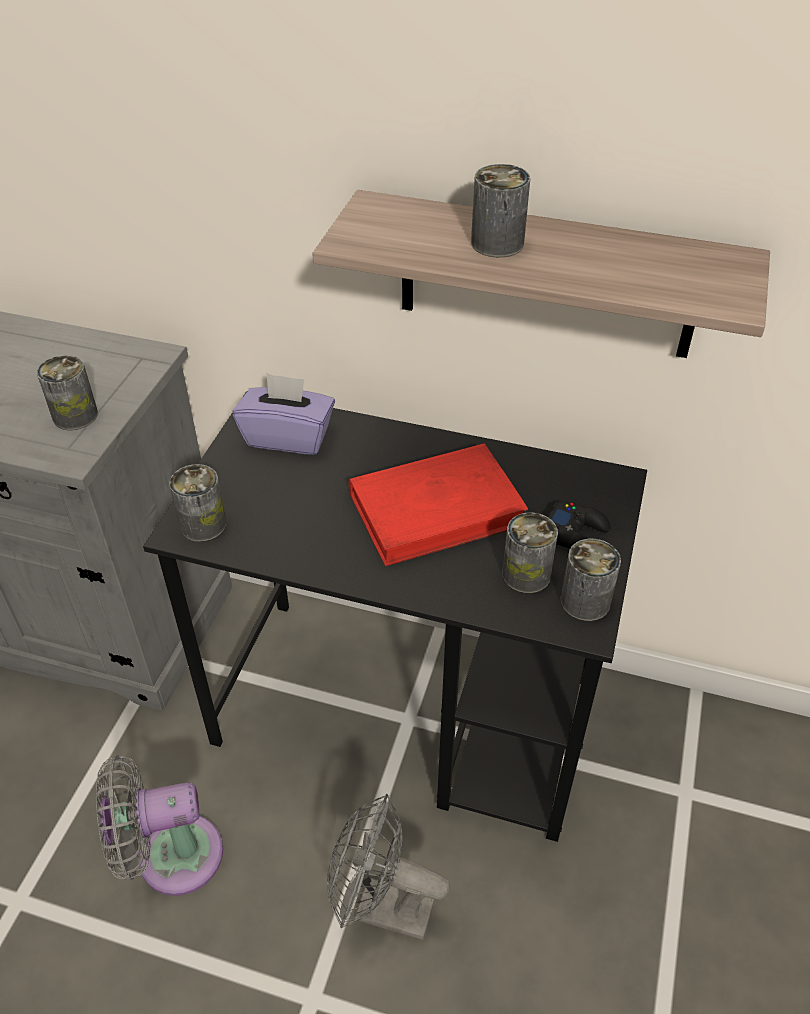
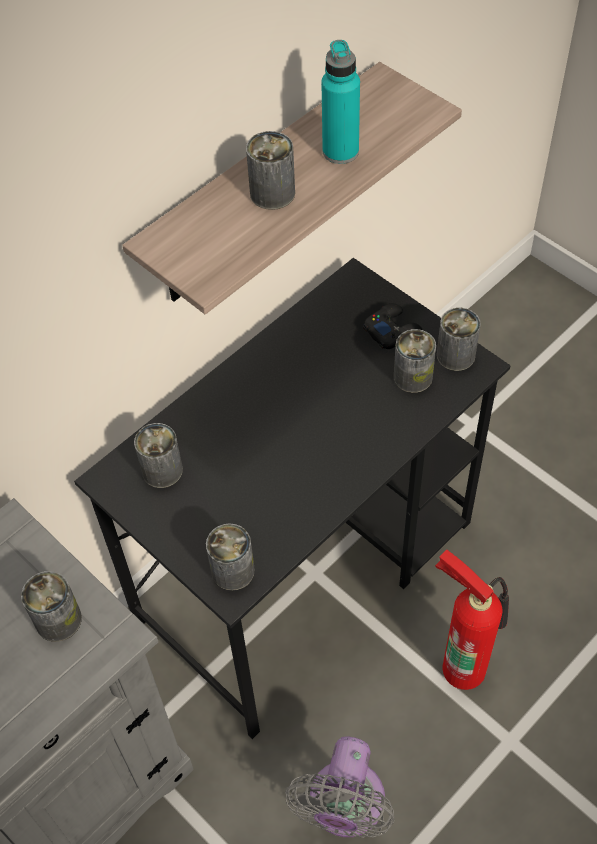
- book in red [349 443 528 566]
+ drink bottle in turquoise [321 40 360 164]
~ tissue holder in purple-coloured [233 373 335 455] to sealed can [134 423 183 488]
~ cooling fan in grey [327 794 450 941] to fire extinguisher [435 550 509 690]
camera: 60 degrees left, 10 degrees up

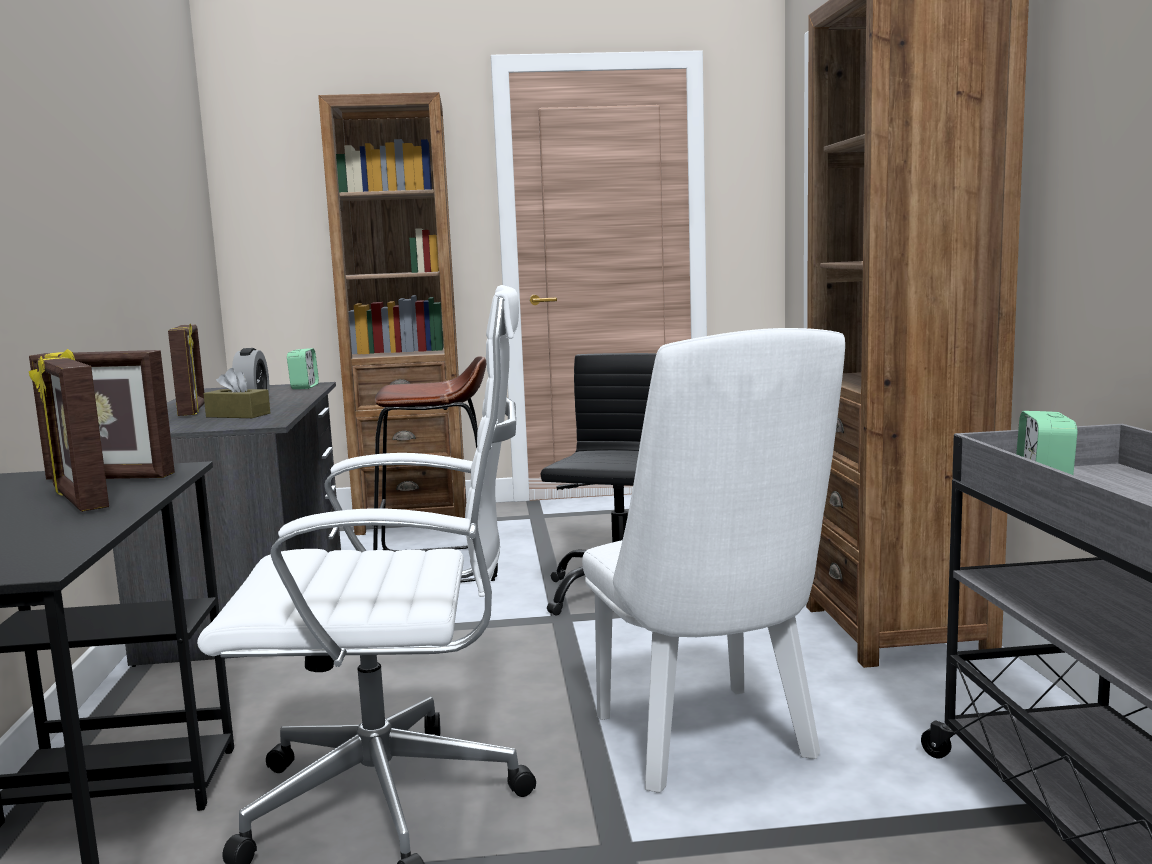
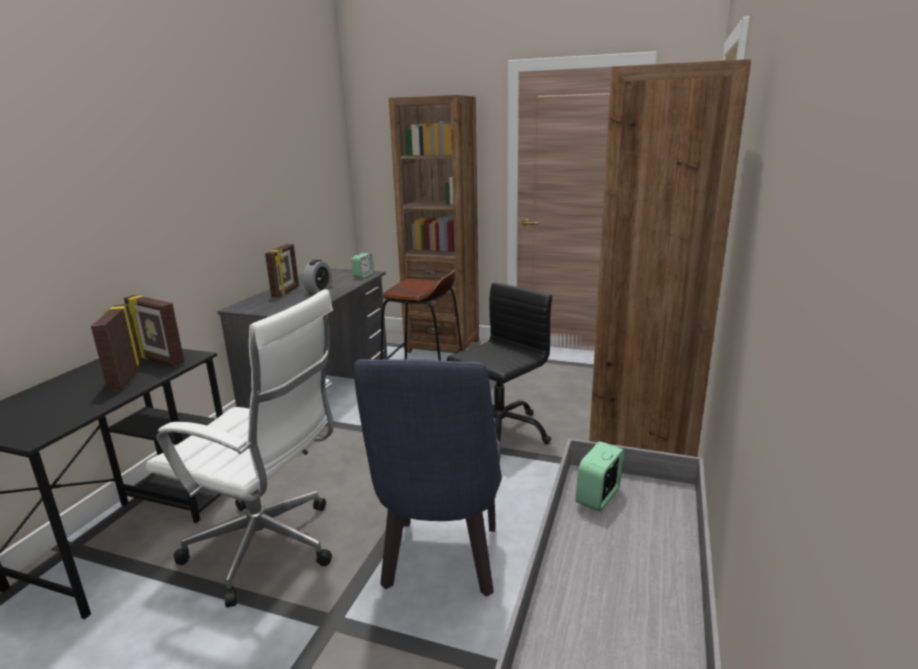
- tissue holder in brown [204 368 270 418]
~ upright chair in whitish [582 328 845 793] to upright chair in bluish [353 359 502 597]
camera: 25 degrees right, 10 degrees up

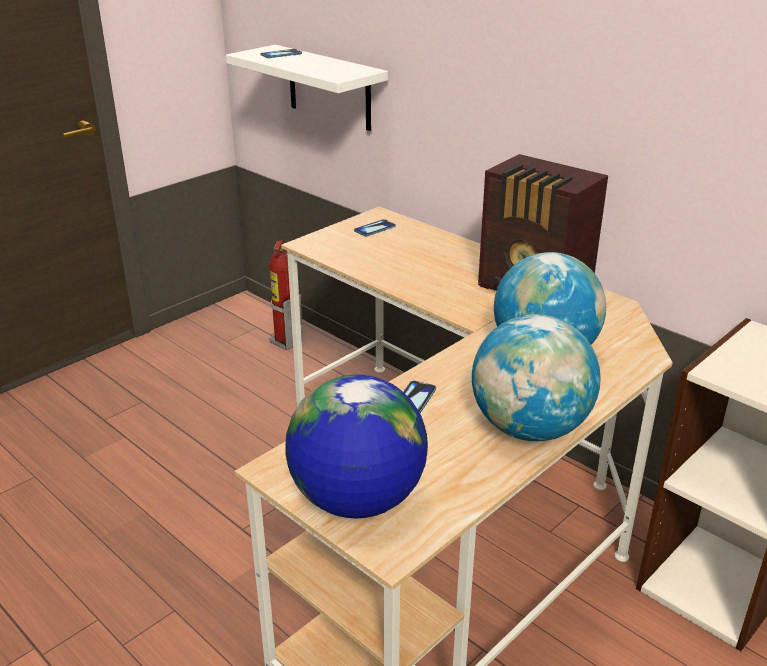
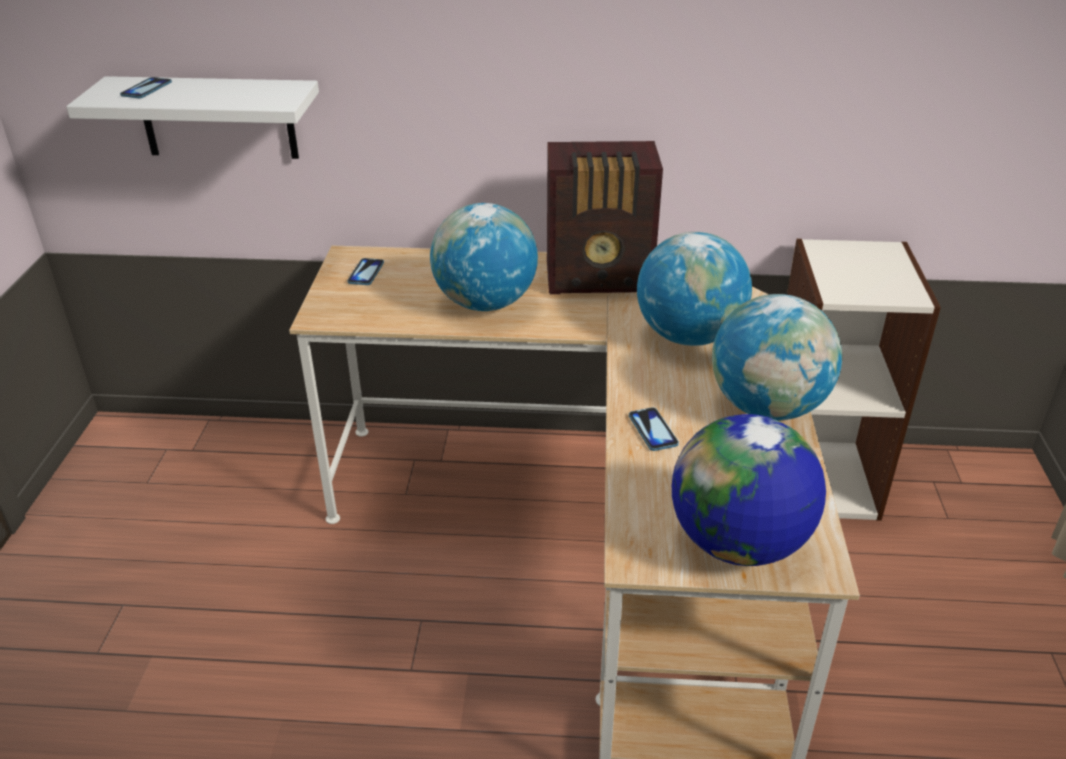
- fire extinguisher [269 240 303 350]
+ world globe [430 203 538 311]
camera: 40 degrees left, 5 degrees up

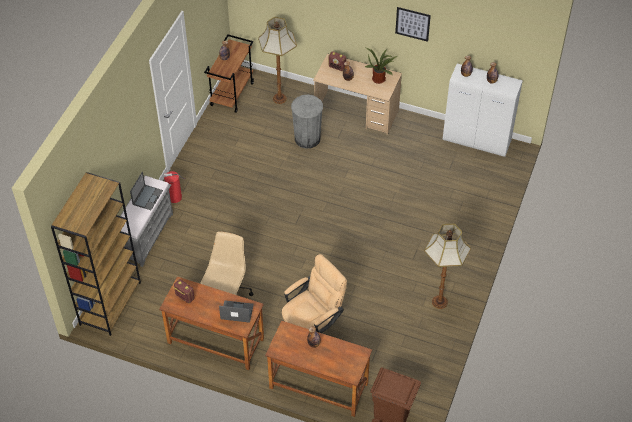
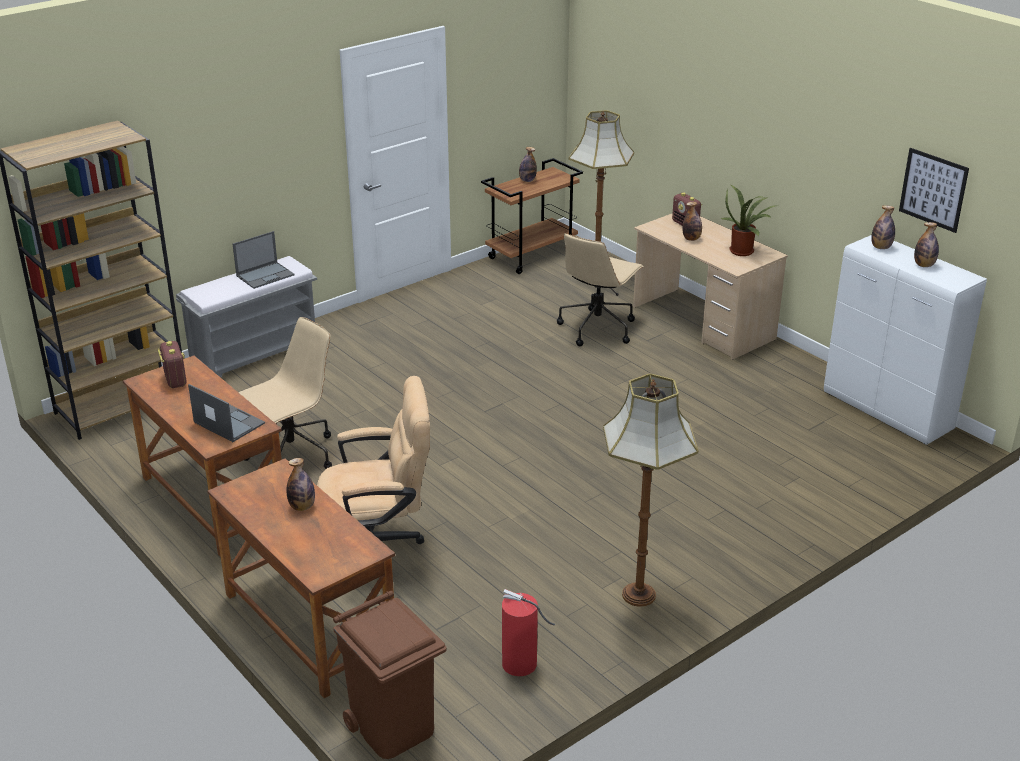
~ fire extinguisher [164 171 186 203] to [502 589 555 676]
~ picture [395 7 431 42] to [899 148 969 233]
~ trash can in grey [291 94 323 149] to computer chair in sand-coloured [557 233 644 346]
camera: 30 degrees right, 20 degrees down

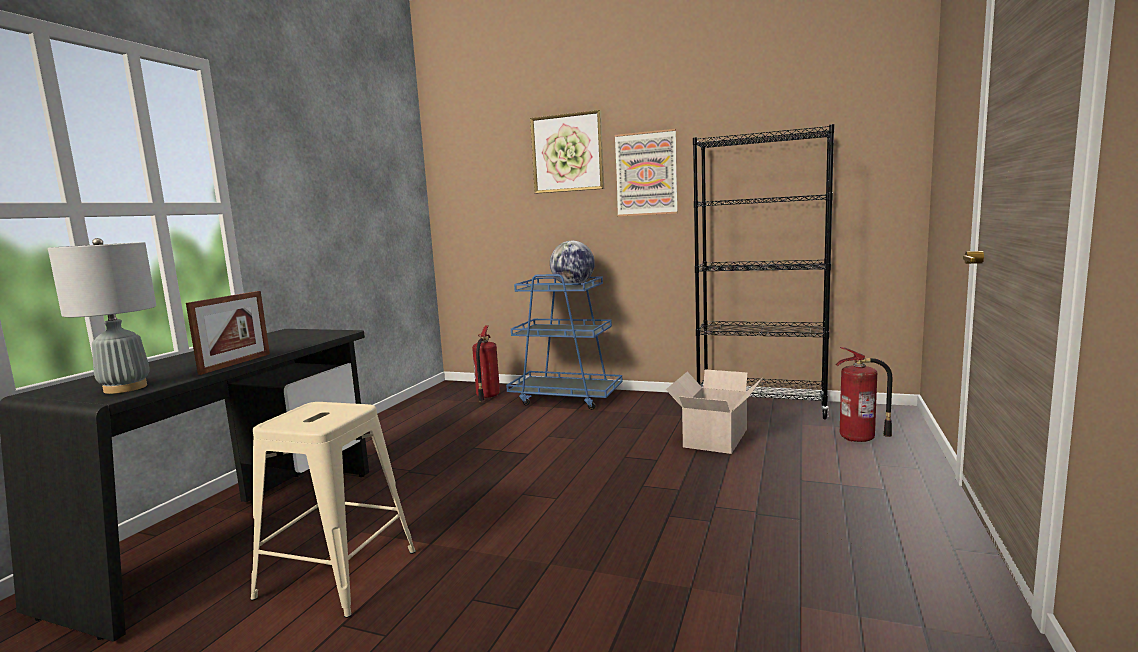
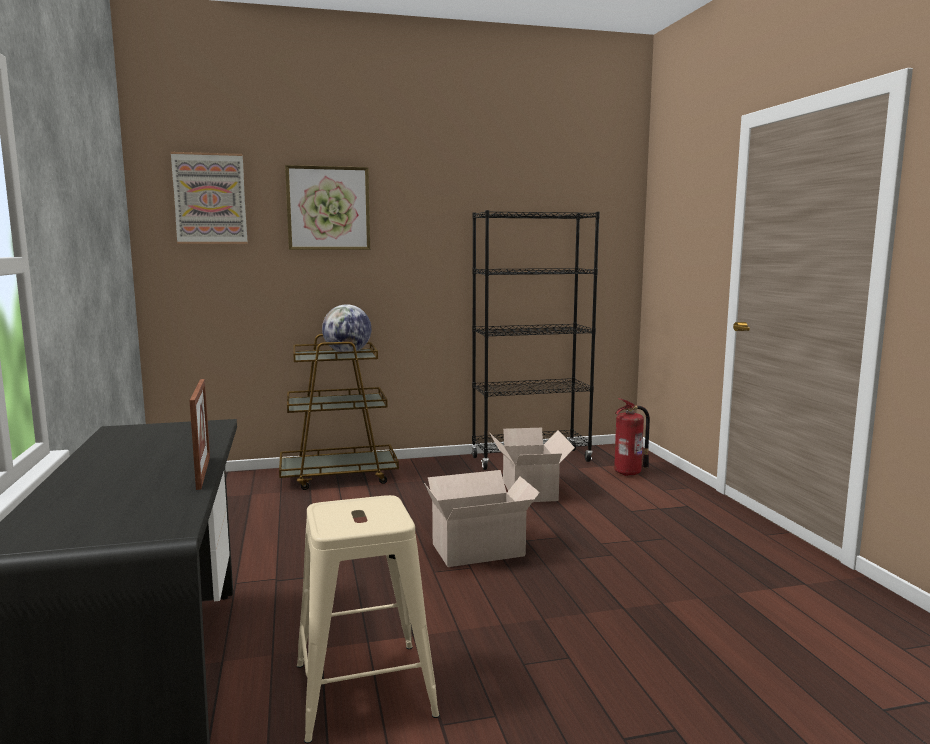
- lamp for a table in grey [48 238 157 394]
- fire extinguisher [472 325 500 402]
+ cardboard box [424 470 540 567]
~ picture [615 129 678 216] to [171 152 248 244]
~ trolley in bluish [506 274 623 410] to trolley in brown [279 334 399 490]
camera: 35 degrees left, 0 degrees up

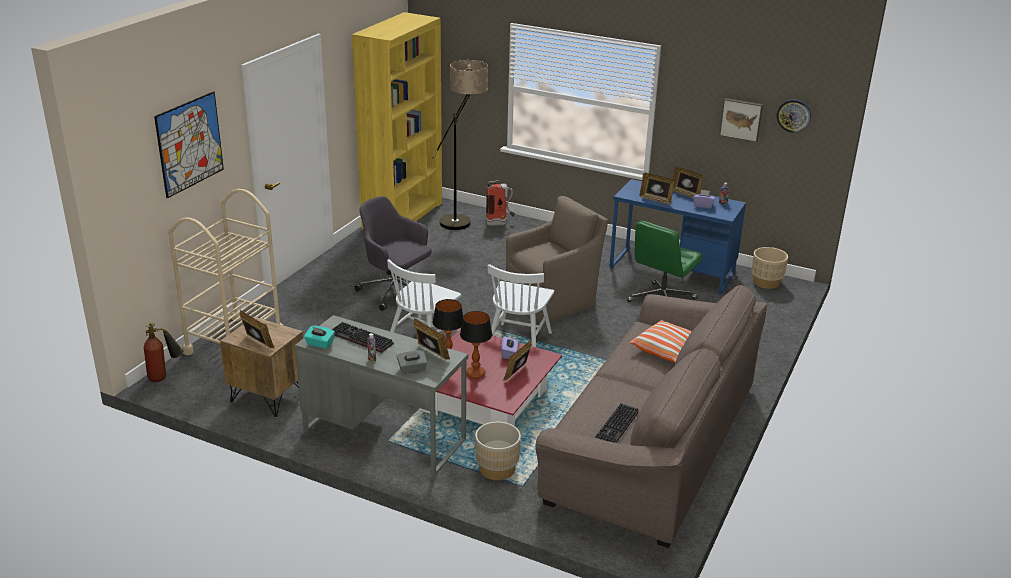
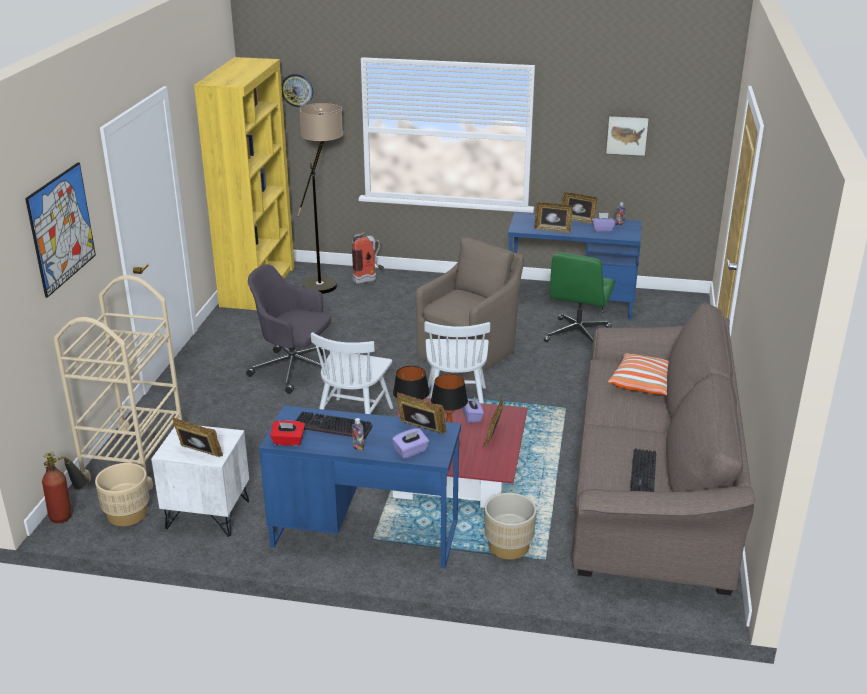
~ planter in sand-coloured [752 247 788 289] to [95 463 149 526]
~ clock on the wall [776 99 811 133] to [281 74 313 107]
~ bedside table in brown [220 317 303 417] to bedside table in whitish [151 426 249 537]
~ desk in grey [295 315 468 476] to desk in bluish [259 405 461 568]
~ tissue holder in turquoise [304 326 335 349] to tissue holder in red [270 420 305 446]
~ tissue holder in grey [397 350 427 374] to tissue holder in purple-coloured [392 428 429 459]
camera: 15 degrees left, 0 degrees up

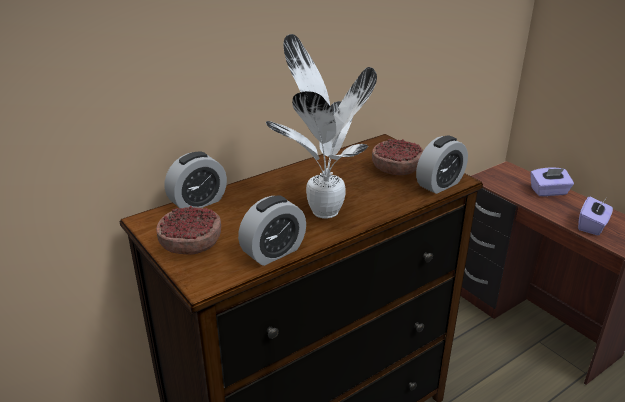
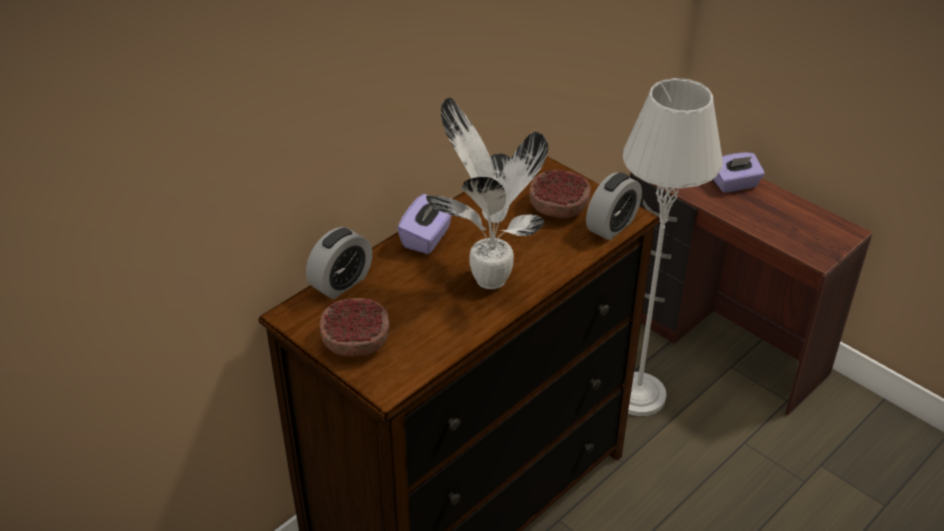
- bedside clock [238 195 306 266]
+ floor lamp in grey [622 78 723 416]
~ tissue holder in purple-coloured [578 197 613 235] to [397 194 452 254]
camera: 10 degrees left, 10 degrees up

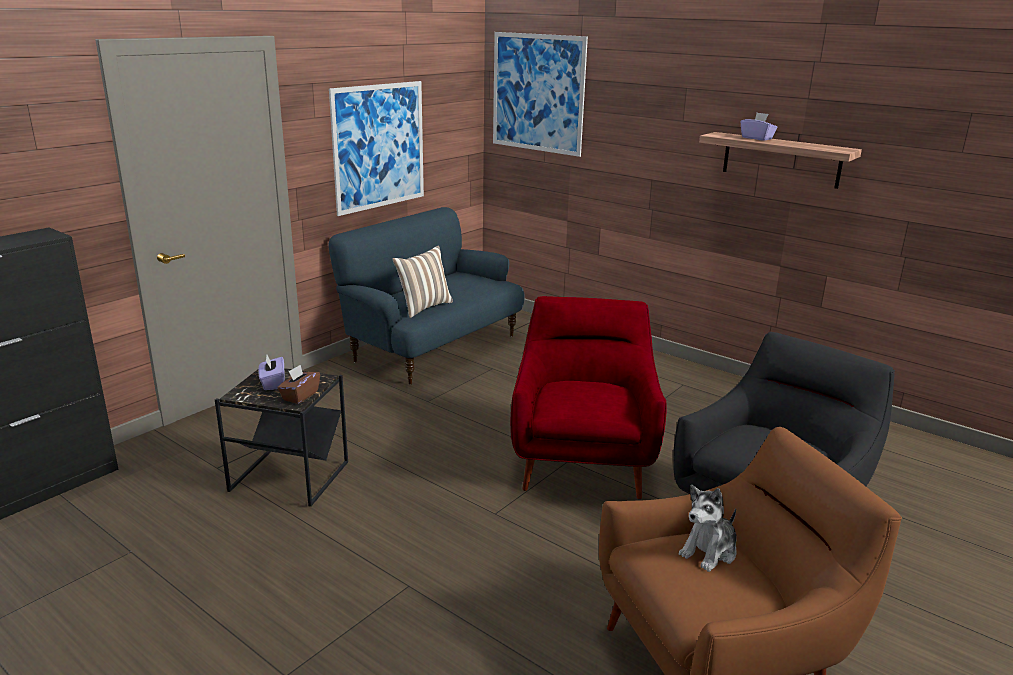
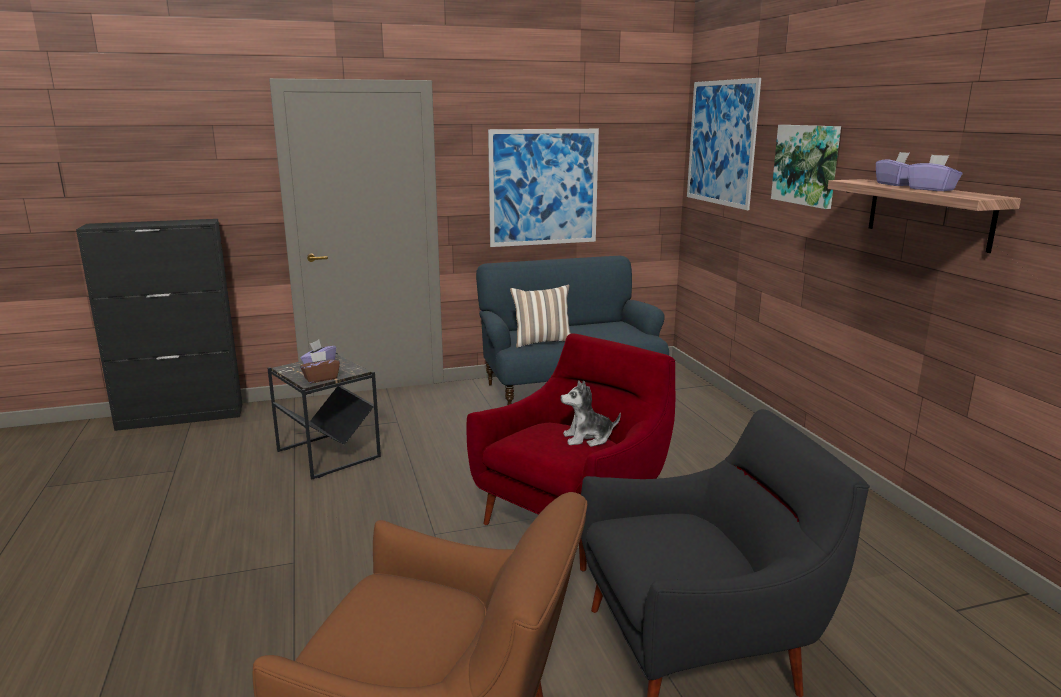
+ picture [771 125 841 209]
+ tissue holder in purple-coloured [908 155 963 191]
~ plush toy [679 485 737 572] to [560 380 621 447]
camera: 35 degrees right, 5 degrees down

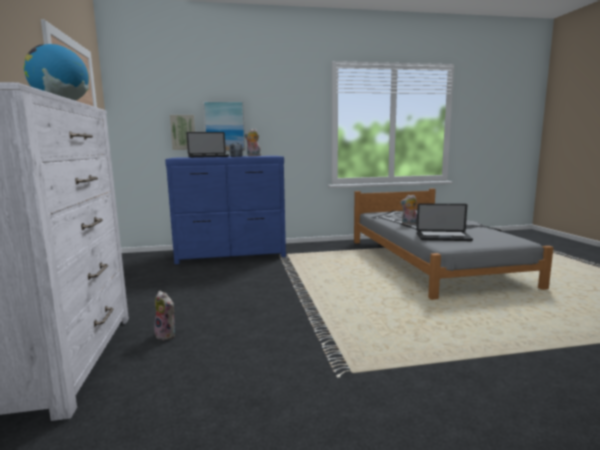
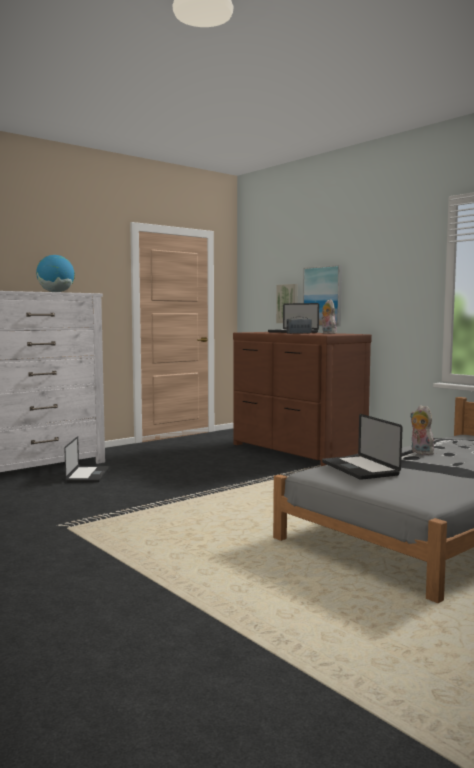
~ plush toy [154 291 175 340] to notebook computer [64 436 109 482]
~ drawer chest in bluish [165 156 286 264] to drawer chest in brown [233 332 372 466]
camera: 60 degrees right, 5 degrees down

